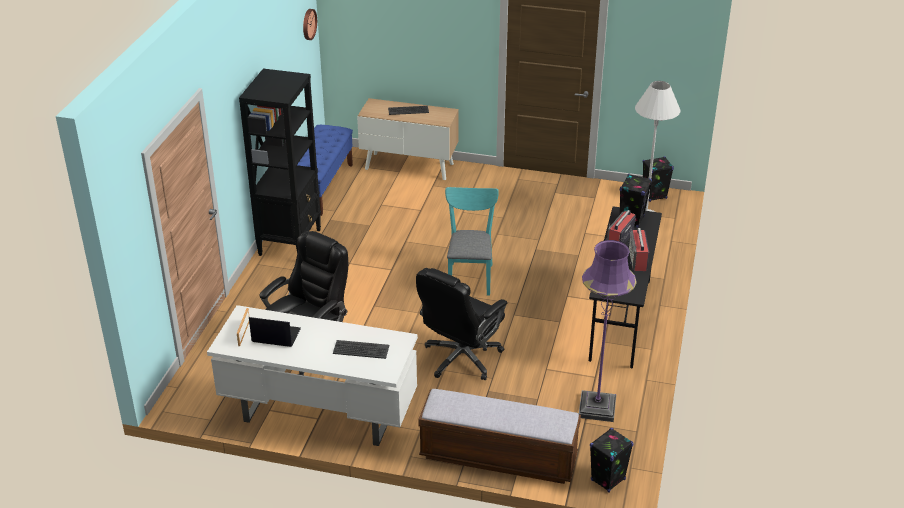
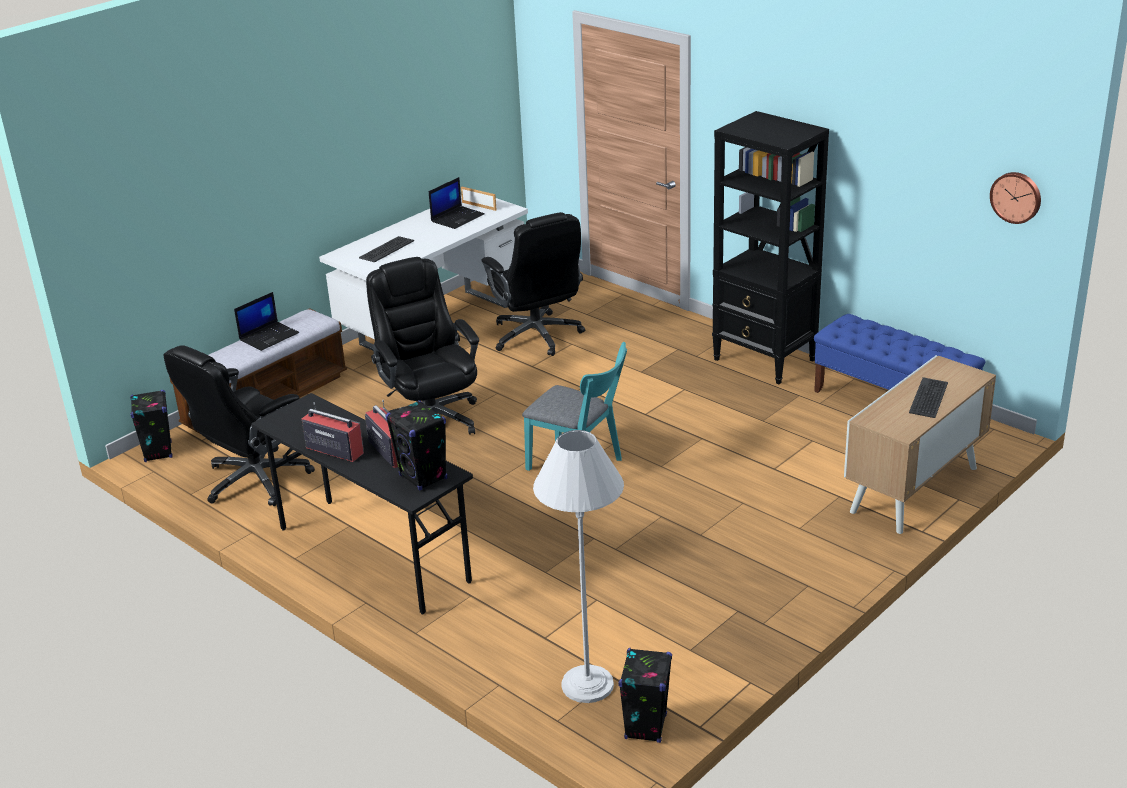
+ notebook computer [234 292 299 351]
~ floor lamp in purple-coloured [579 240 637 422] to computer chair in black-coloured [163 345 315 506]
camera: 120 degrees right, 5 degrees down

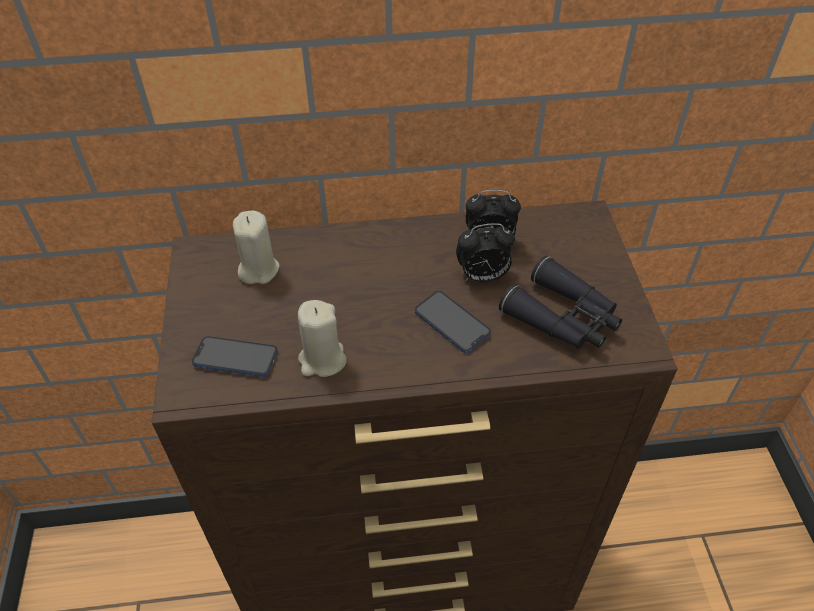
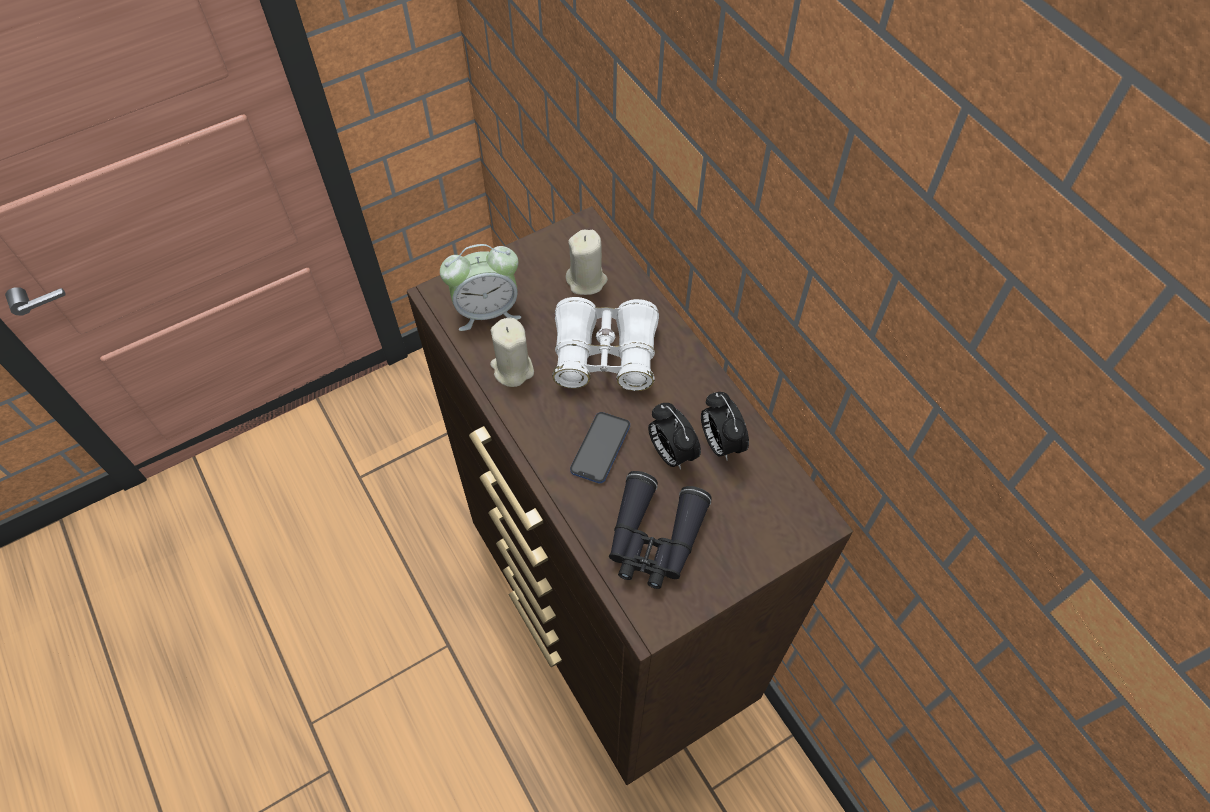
+ binoculars in whitish [552 297 659 391]
~ telephone [192 336 278 377] to bedside clock [440 244 521 331]
camera: 65 degrees right, 10 degrees up

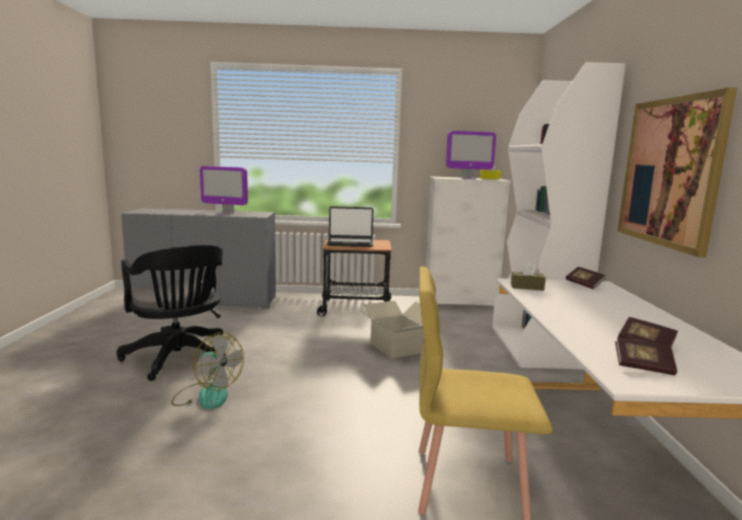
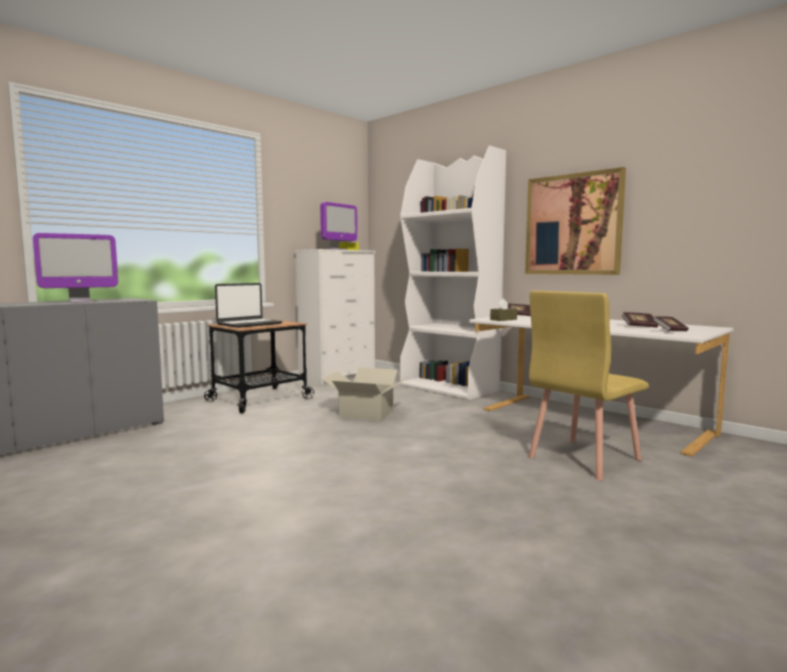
- computer chair in black-coloured [117 245 225 381]
- cooling fan [171 332 244 409]
camera: 45 degrees left, 5 degrees down

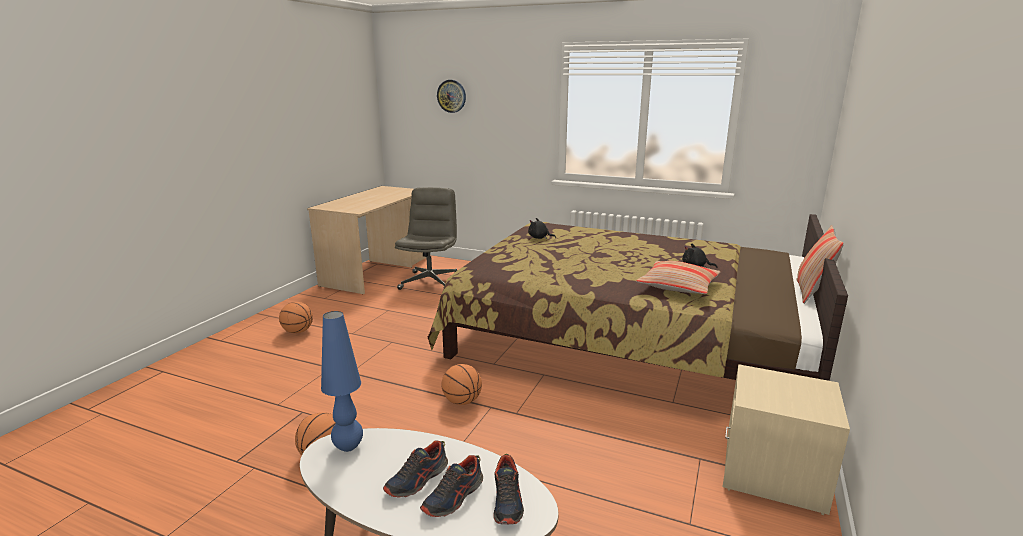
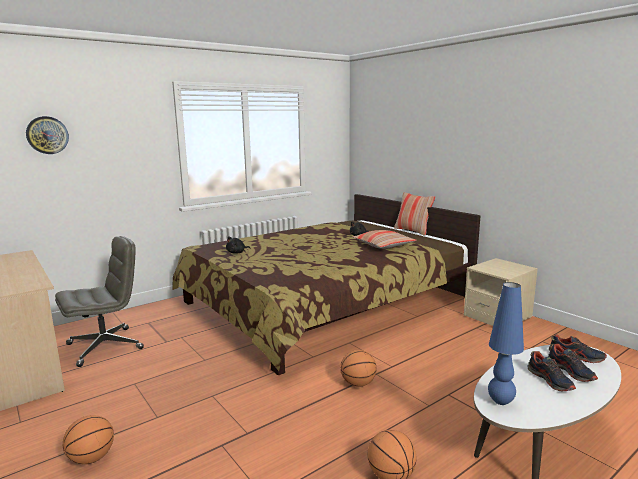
~ computer chair in grey [395 187 457 290] = [55 236 144 367] 105 degrees clockwise
camera: 60 degrees left, 5 degrees down

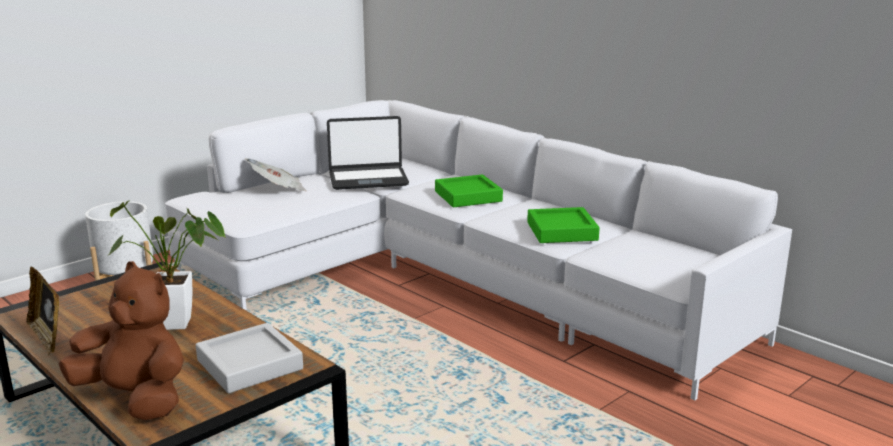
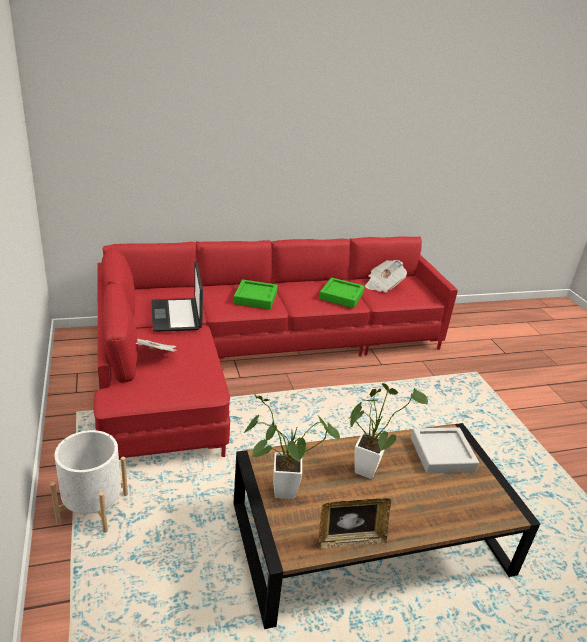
- plush toy in brown [59 261 184 420]
+ plant in a pot [243 395 340 499]
+ daily paper [365 260 407 292]
~ sofa in whitish [165 100 792 400] to sofa in red [94 236 458 460]
~ notebook computer [327 116 409 190] = [152 262 203 332] 150 degrees clockwise
camera: 65 degrees left, 10 degrees up

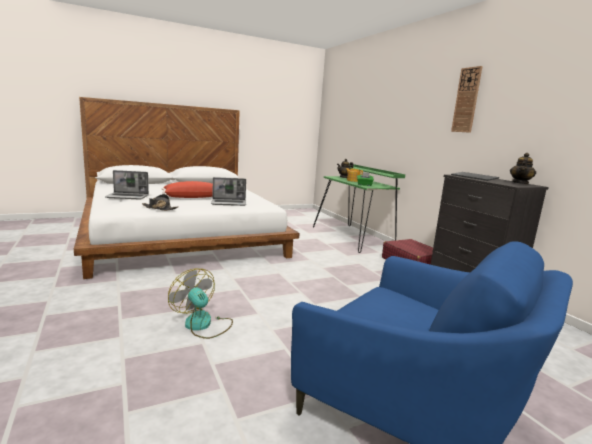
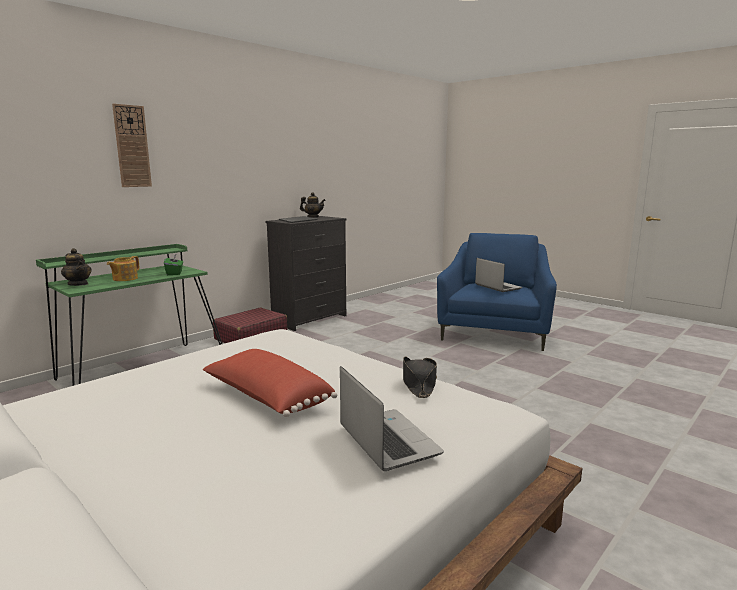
- cooling fan [168 269 233 339]
~ notebook computer [211 177 246 206] to [475 258 523 292]
~ clock on the wall [451 66 483 133] to [112 104 152 187]
camera: 110 degrees left, 0 degrees up

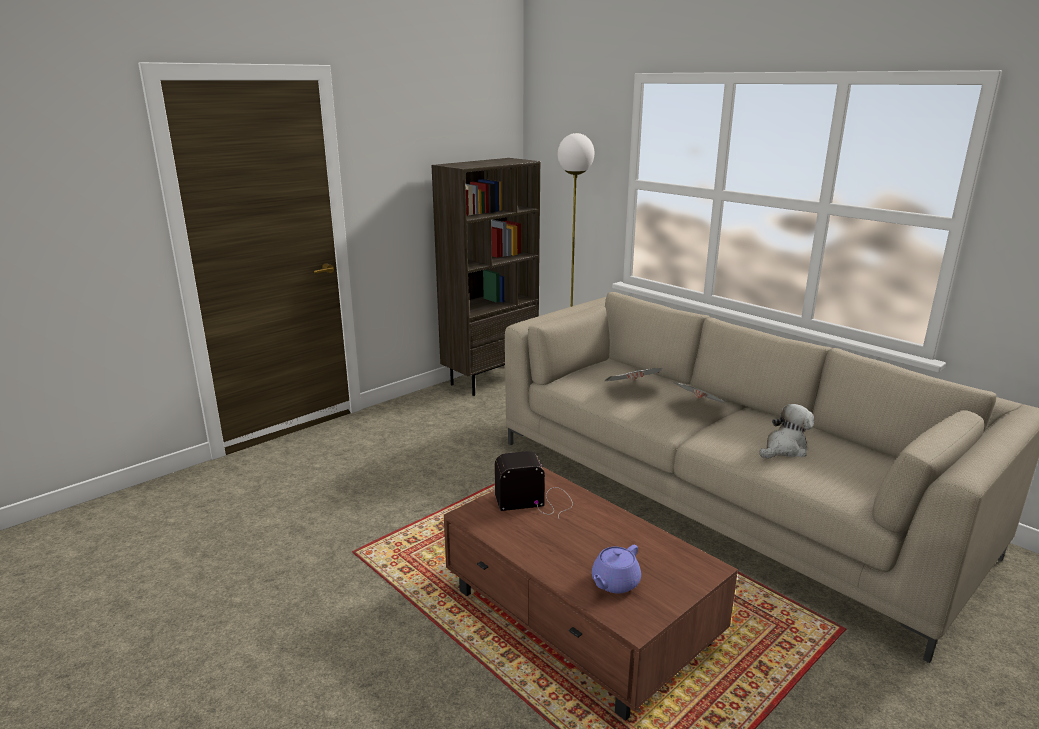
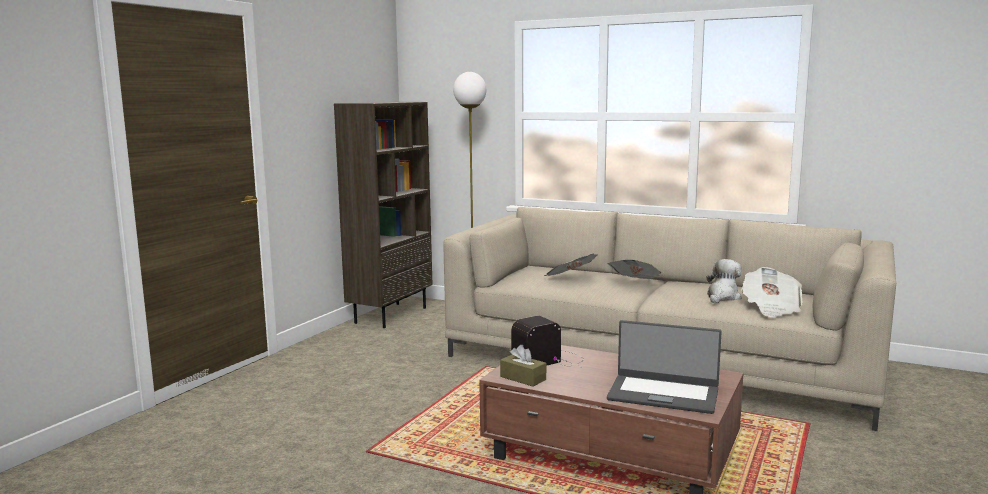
+ tissue holder in brown [500 345 546 387]
+ daily paper [741 267 802 317]
~ pot for tea in purple-coloured [592 545 641 593] to notebook computer [607 320 722 414]
camera: 20 degrees left, 10 degrees down

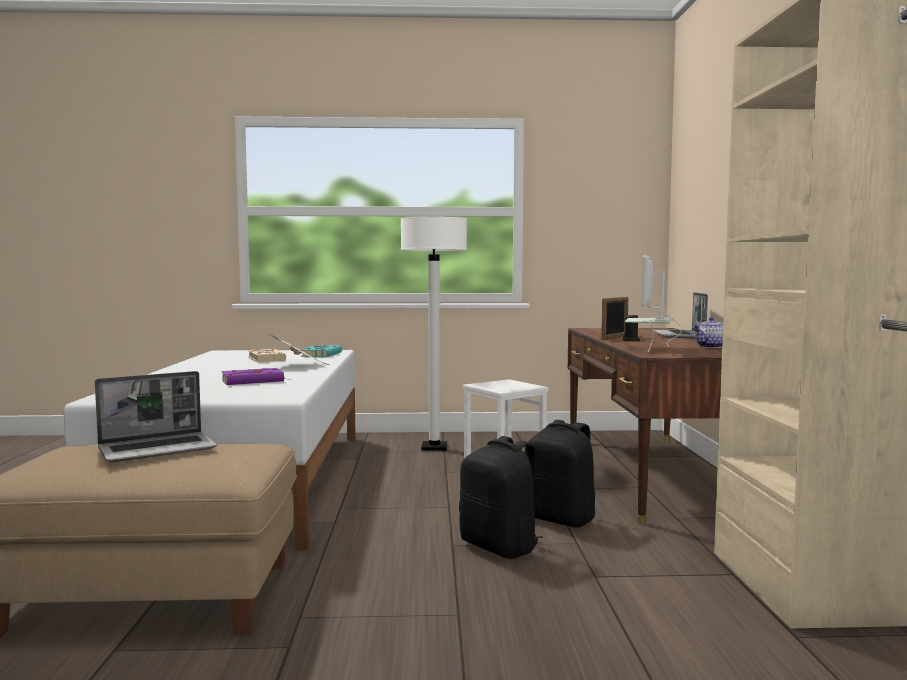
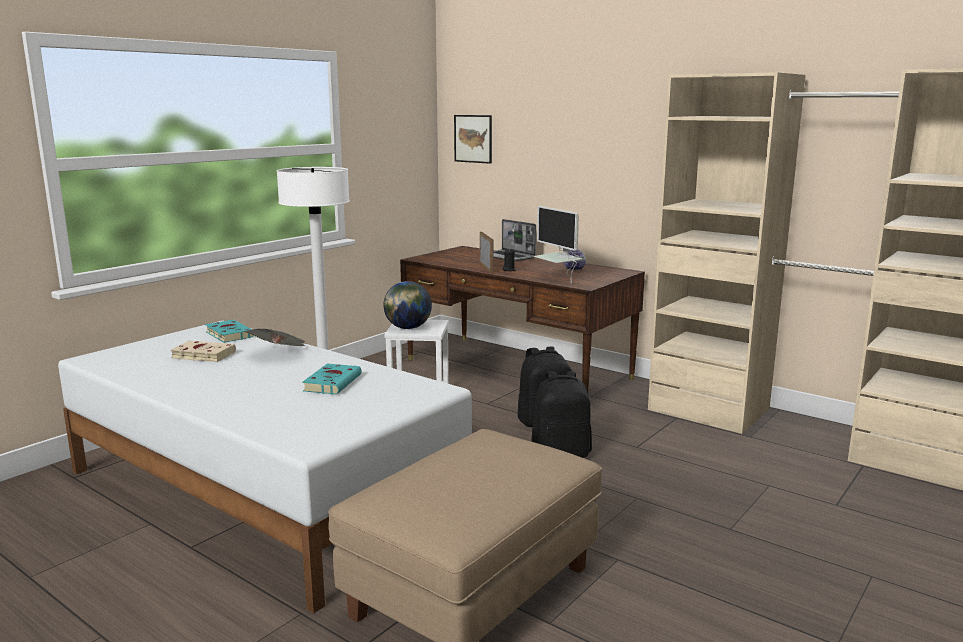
- notebook computer [95 371 217 462]
+ world globe [384 281 432 329]
+ picture [454 115 492 164]
~ book in purple-coloured [222 368 284 385] to book in turquoise [302 364 362 395]
camera: 50 degrees left, 10 degrees up

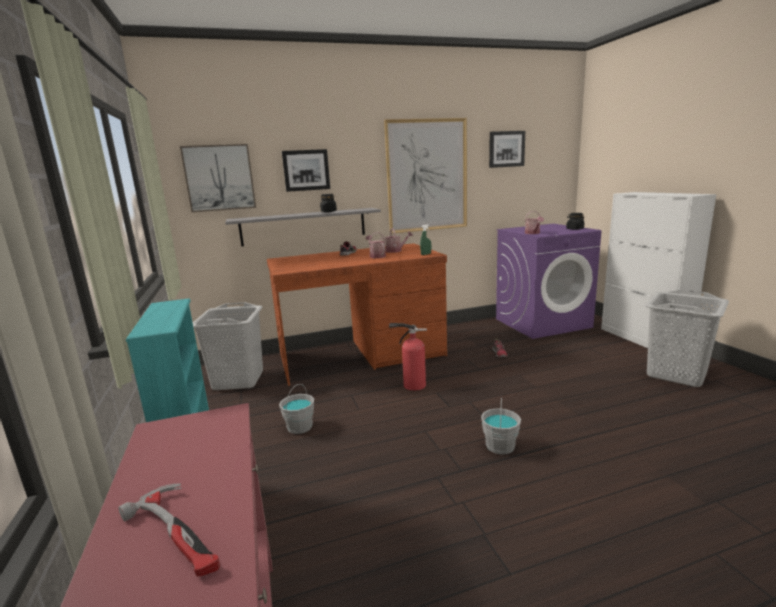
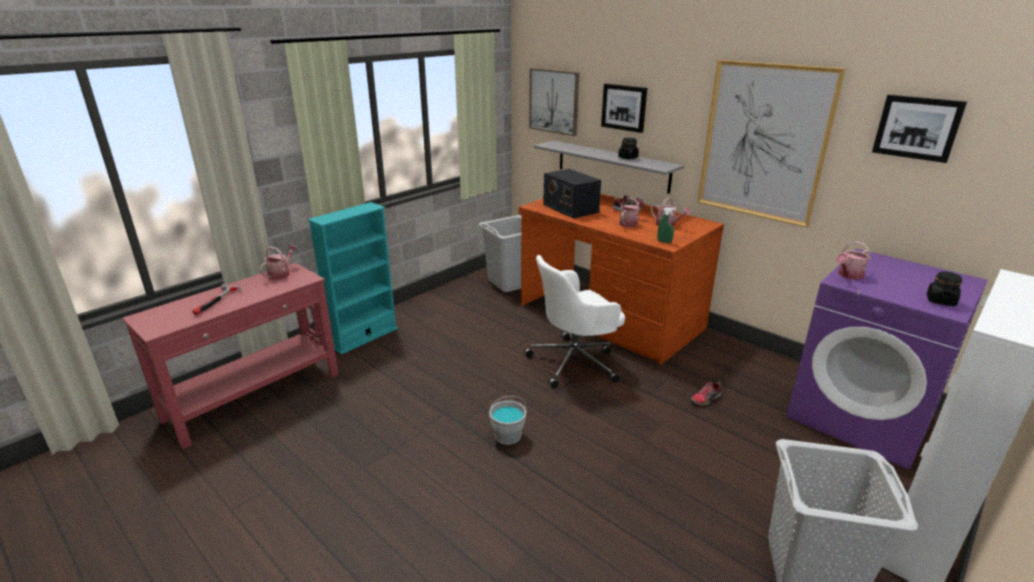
- bucket in grey [279 384 314 434]
+ watering pot [260 245 297 280]
+ radio set [543 169 601 218]
~ fire extinguisher [389 323 427 391] to computer chair in whitish [524 255 625 388]
camera: 60 degrees right, 10 degrees up

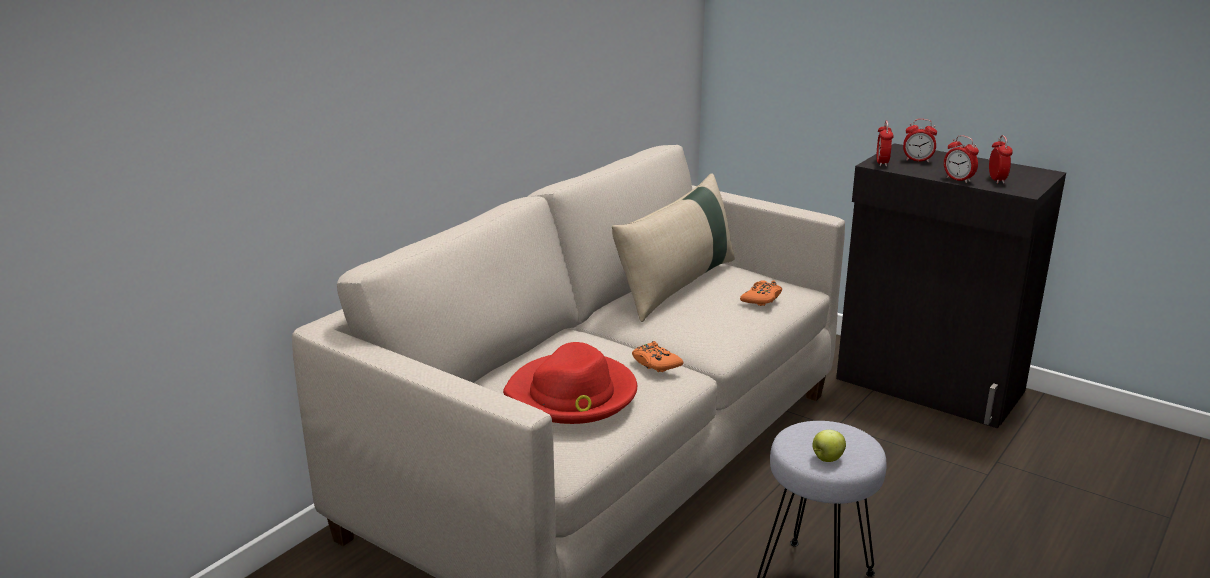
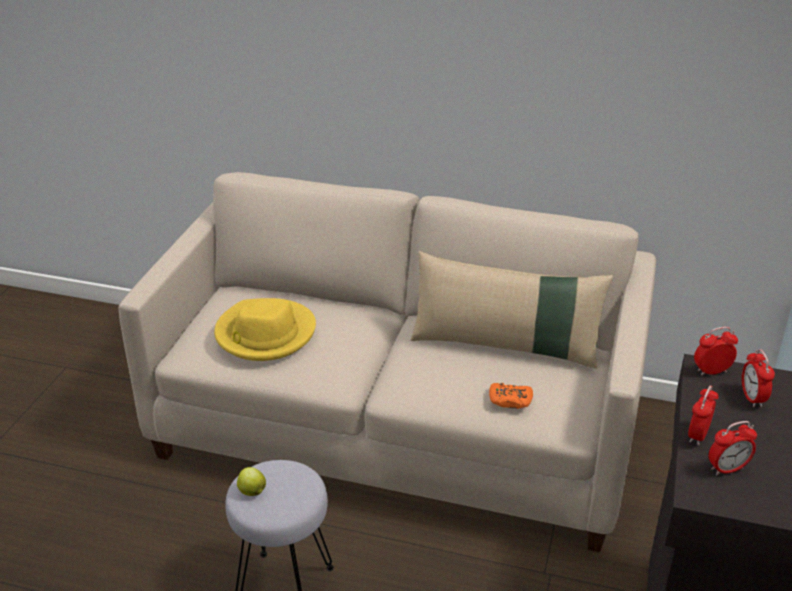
- game controller in orange-coloured [632 341 683 372]
~ hat in red [503 342 637 424] to hat in yellowish [214 298 316 361]
camera: 70 degrees right, 10 degrees up

